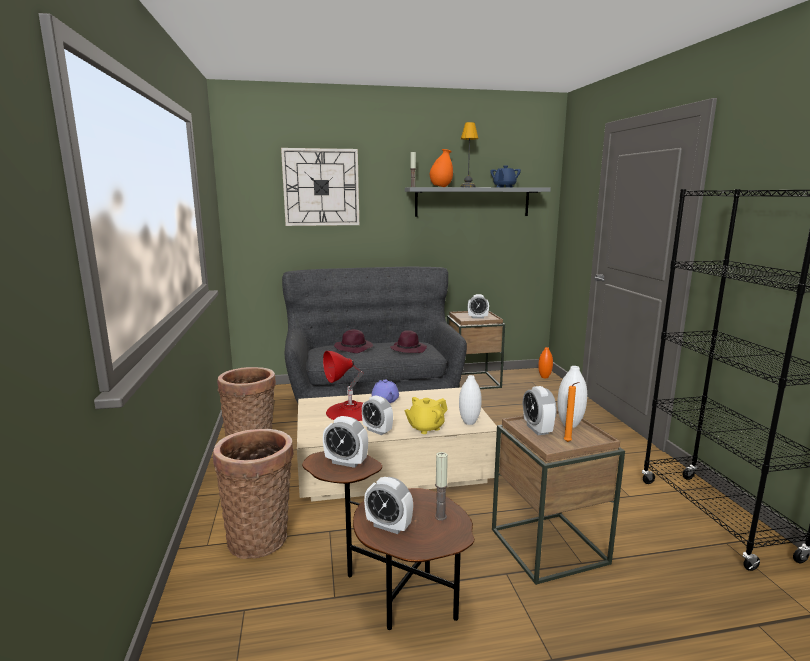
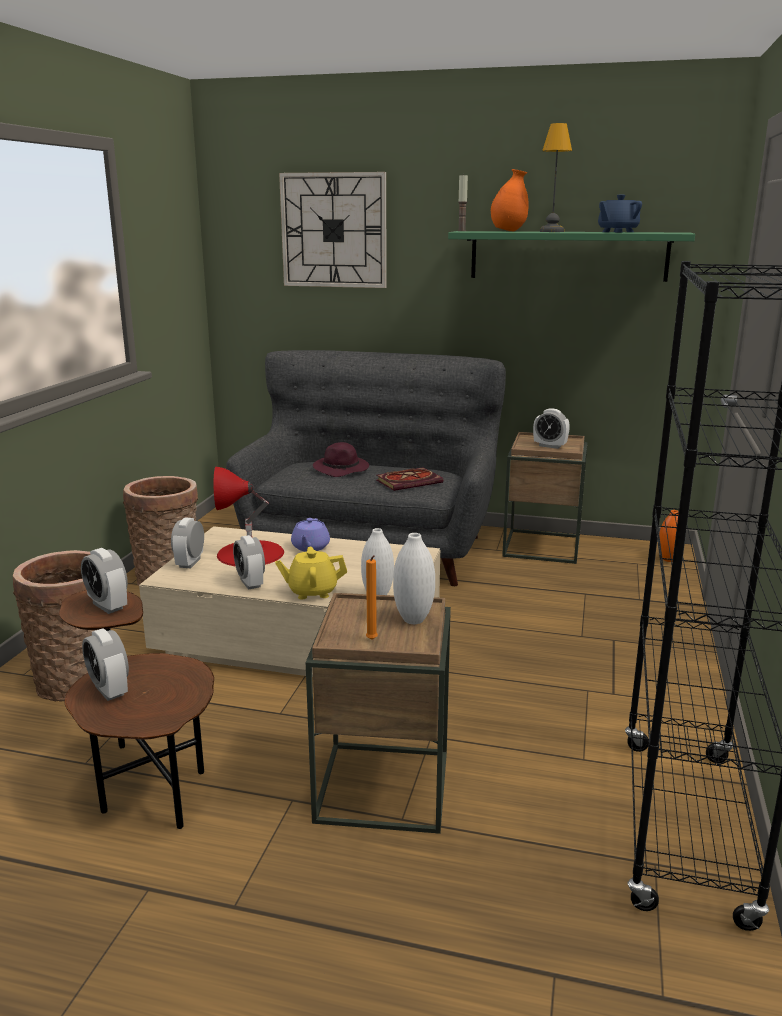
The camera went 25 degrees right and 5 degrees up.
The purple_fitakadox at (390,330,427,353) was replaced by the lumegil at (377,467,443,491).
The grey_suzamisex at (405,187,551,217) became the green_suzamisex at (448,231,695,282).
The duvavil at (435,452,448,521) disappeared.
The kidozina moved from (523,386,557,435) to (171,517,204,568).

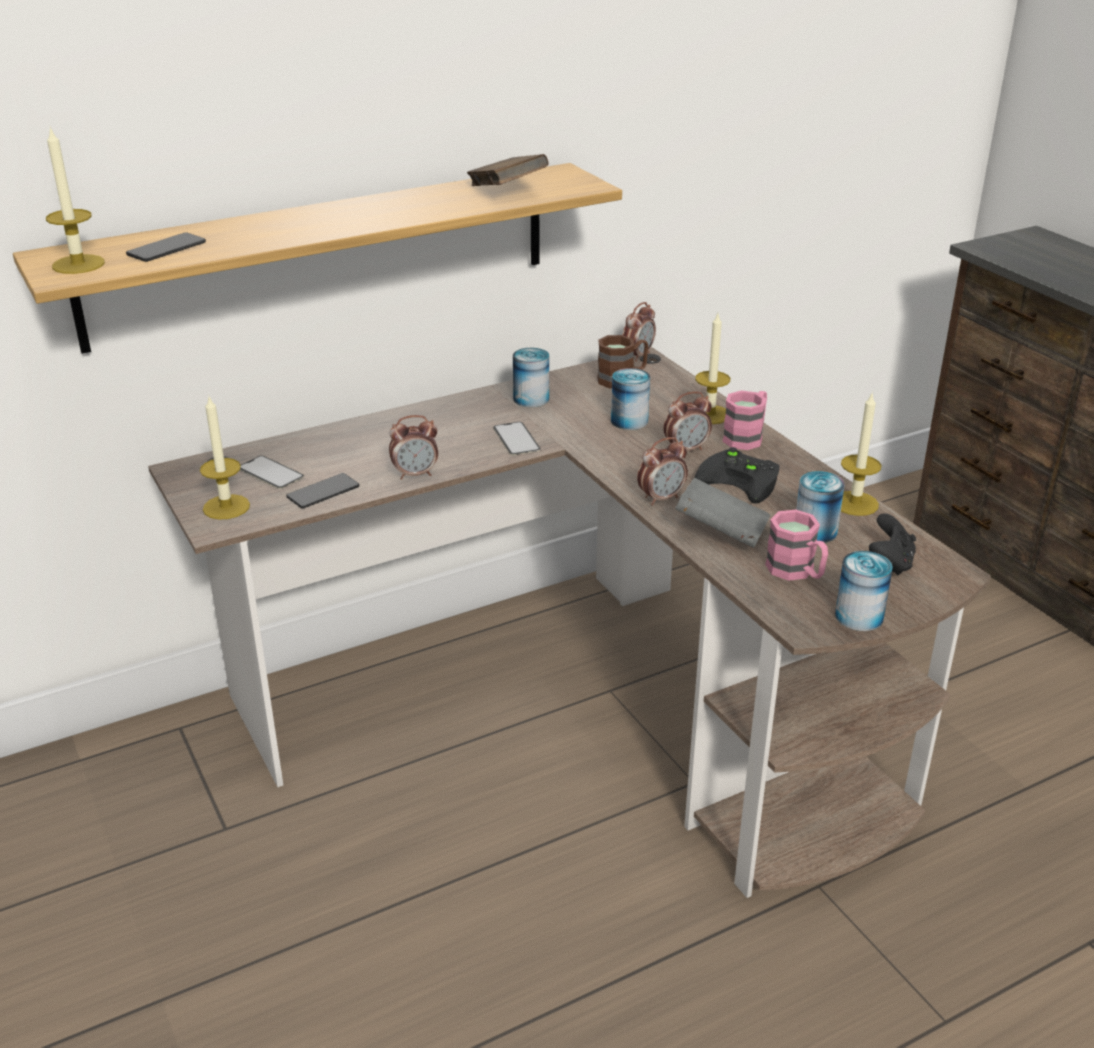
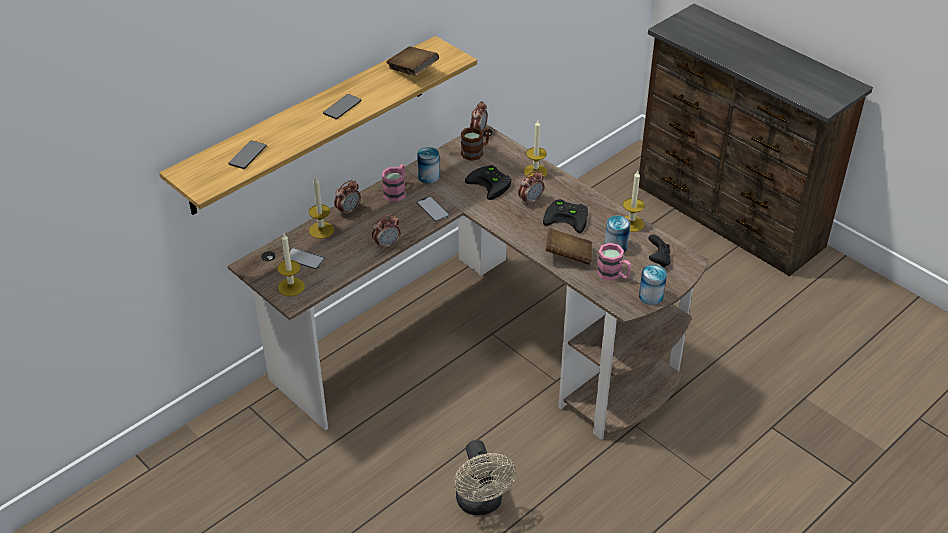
The camera went 15 degrees left and 10 degrees up.
The duvavil moved from (46,126,105,274) to (309,176,334,239).
The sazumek moved from (286,473,359,509) to (323,94,362,119).
The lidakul at (611,368,650,430) was replaced by the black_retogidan at (465,165,512,200).
The kidozina moved from (637,437,688,506) to (334,180,361,217).
The grey_lumegil at (675,478,770,548) became the brown_lumegil at (545,228,592,265).
The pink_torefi moved from (722,390,767,450) to (382,164,406,202).
The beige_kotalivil at (454,440,516,515) appeared.

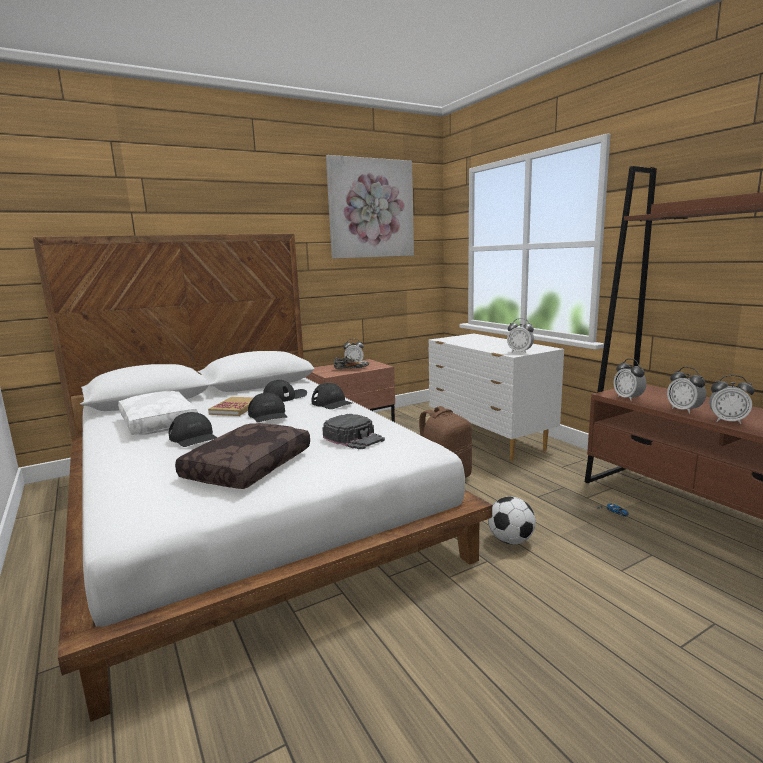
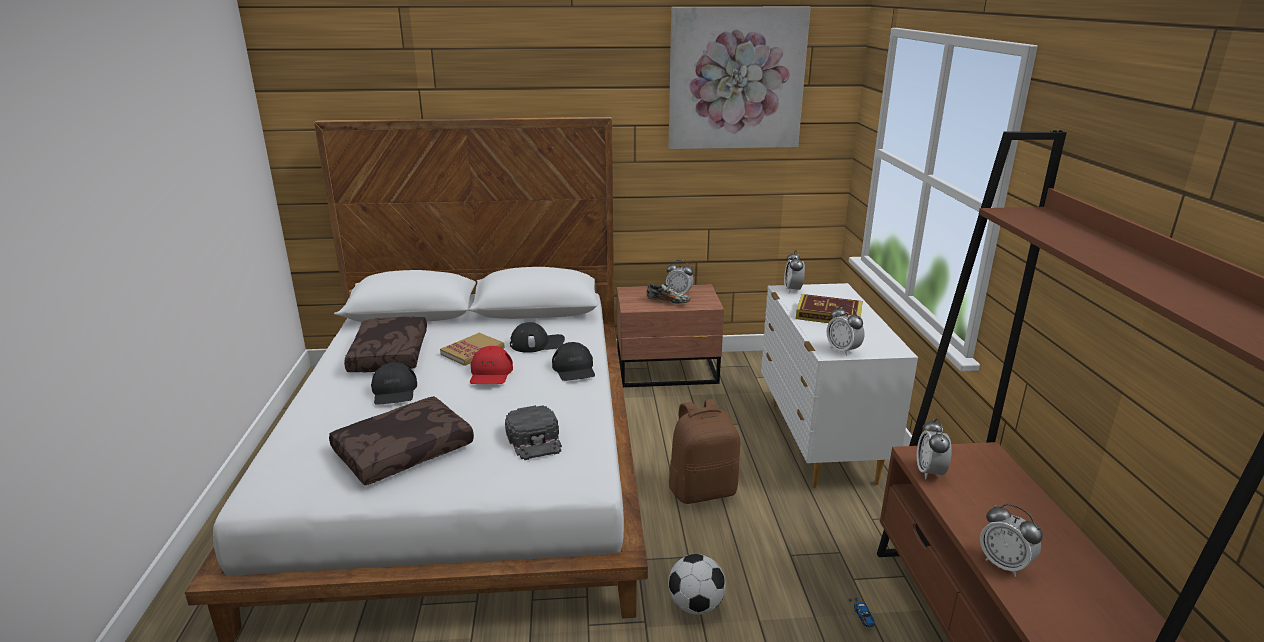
The camera went 25 degrees right and 10 degrees up.
The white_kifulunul at (118,391,198,435) became the brown_kifulunul at (344,316,427,373).
The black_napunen at (248,393,287,422) became the red_napunen at (470,346,513,384).
The kidozina moved from (667,367,706,414) to (784,250,805,293).
The lumegil at (796,294,863,323) appeared.

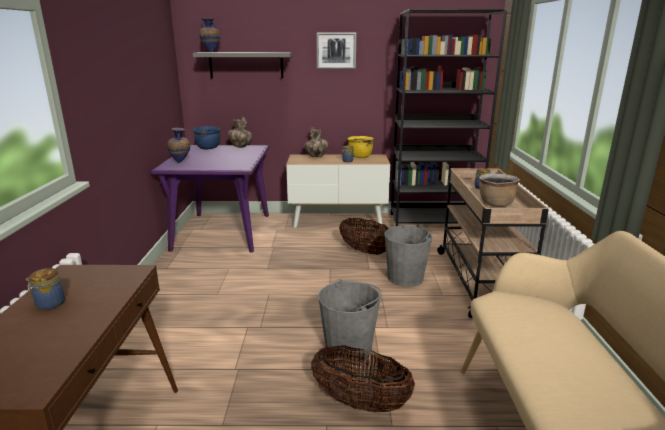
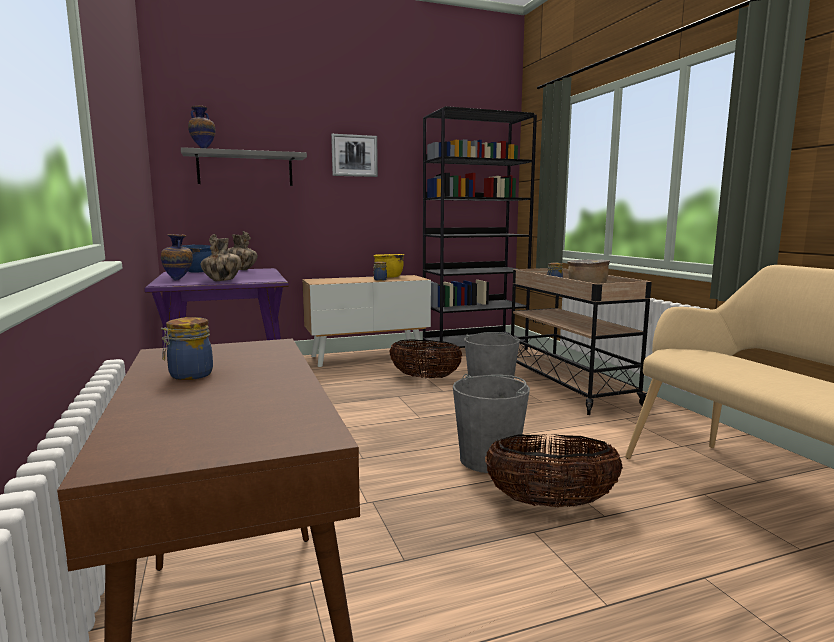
The camera went 20 degrees left and 10 degrees down.
The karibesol moved from (304,127,329,157) to (200,234,241,281).

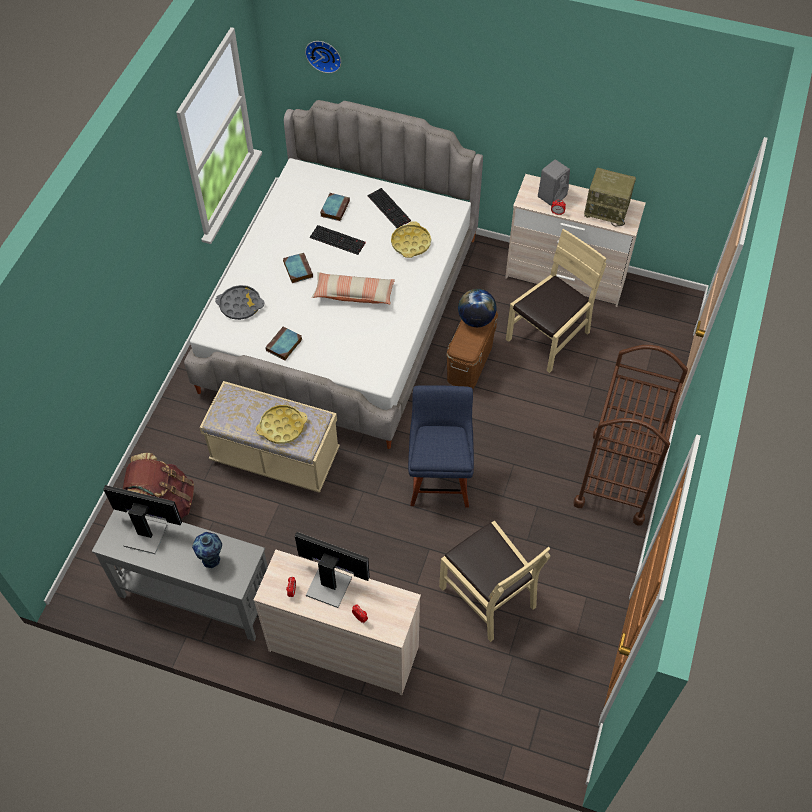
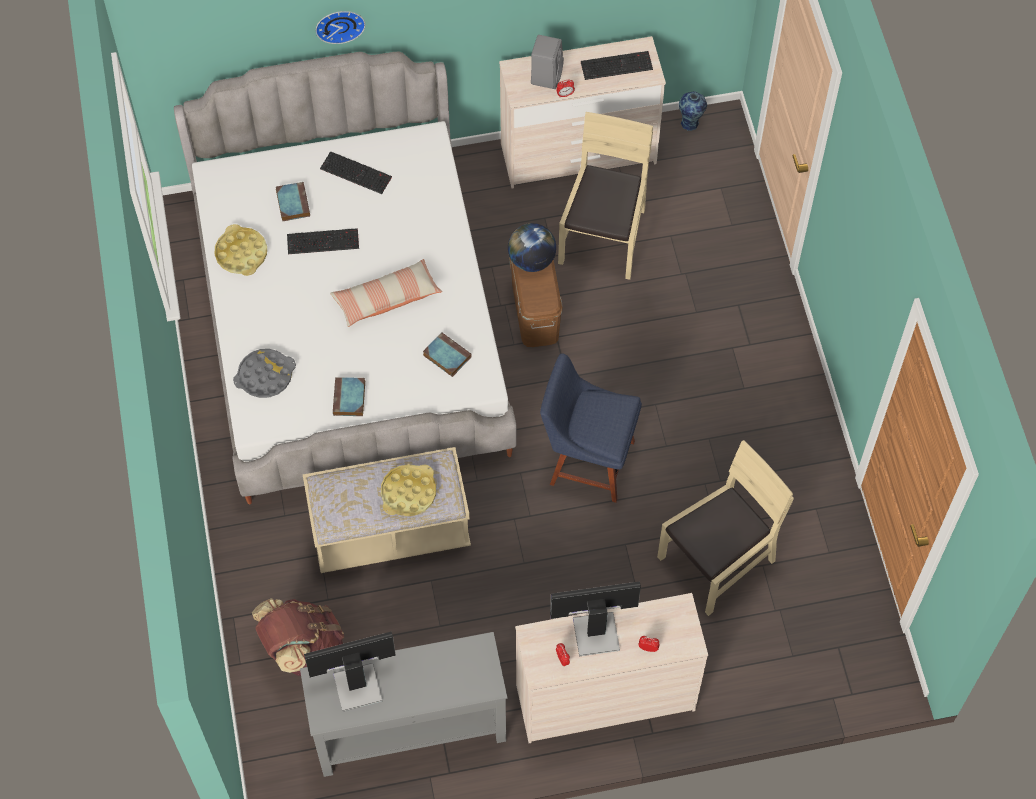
The camera went 30 degrees left and 5 degrees up.
The karibesol moved from (192,532,222,568) to (679,91,707,131).
The lumegil moved from (283,253,313,283) to (423,332,471,377).
The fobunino moved from (305,41,341,73) to (316,11,365,44).
The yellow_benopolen moved from (391,221,431,258) to (214,224,267,276).
The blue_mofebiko at (408,385,474,508) turned 45 degrees counterclockwise.
The beige_mofebiko at (439,521,551,642) turned 60 degrees counterclockwise.
The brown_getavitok at (573,345,688,525) disappeared.
The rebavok at (584,168,636,226) was replaced by the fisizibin at (581,51,653,80).

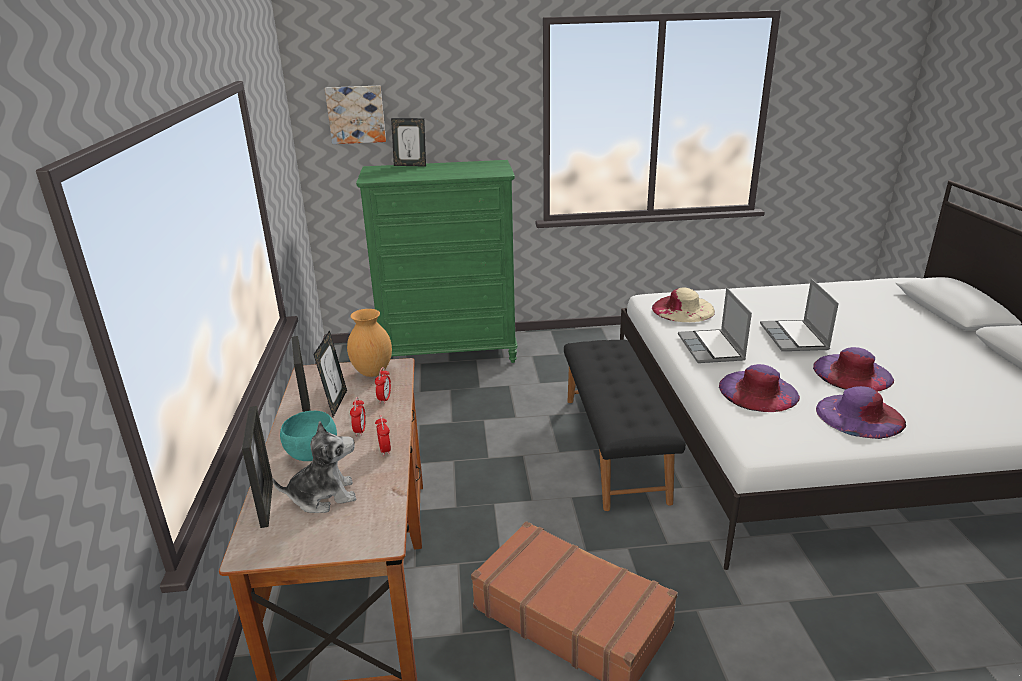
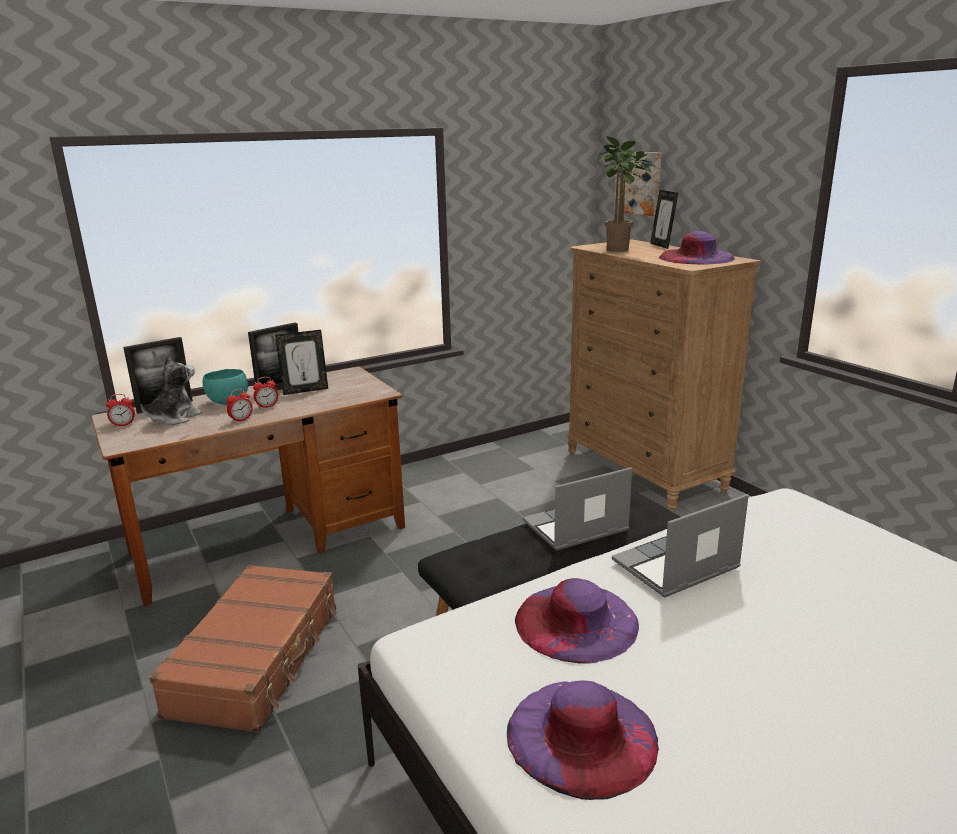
The camera went 65 degrees right and 5 degrees down.
The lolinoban at (272,421,356,513) turned 105 degrees counterclockwise.
The brown_karibesol at (347,309,392,377) disappeared.
The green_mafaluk at (356,160,517,363) became the brown_mafaluk at (567,239,761,512).
The kidozina moved from (375,367,391,404) to (106,394,135,427).
The beige_fitakadox at (652,288,715,322) disappeared.
The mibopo moved from (760,279,839,351) to (523,467,632,551).
The purple_fitakadox moved from (813,347,894,392) to (659,231,735,265).
The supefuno at (597,136,654,252) appeared.

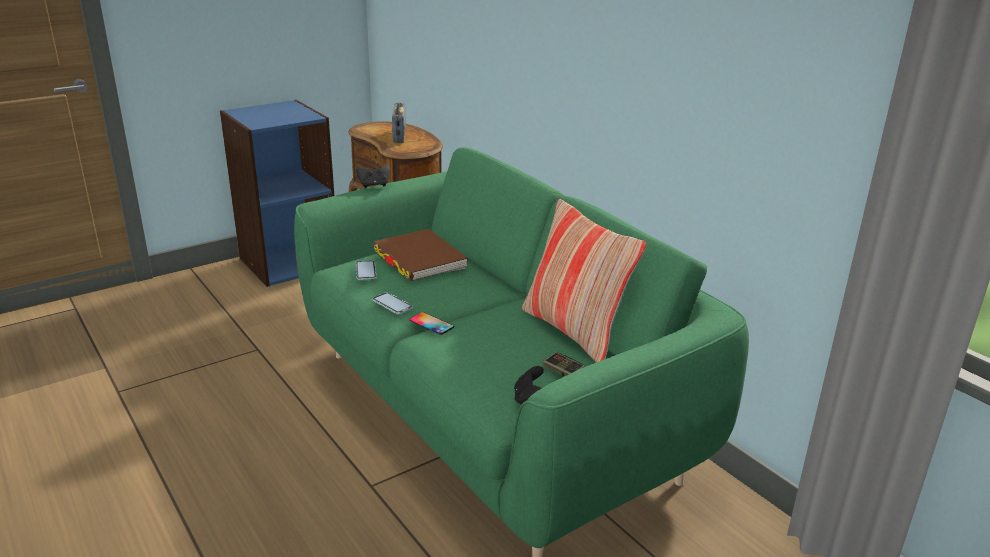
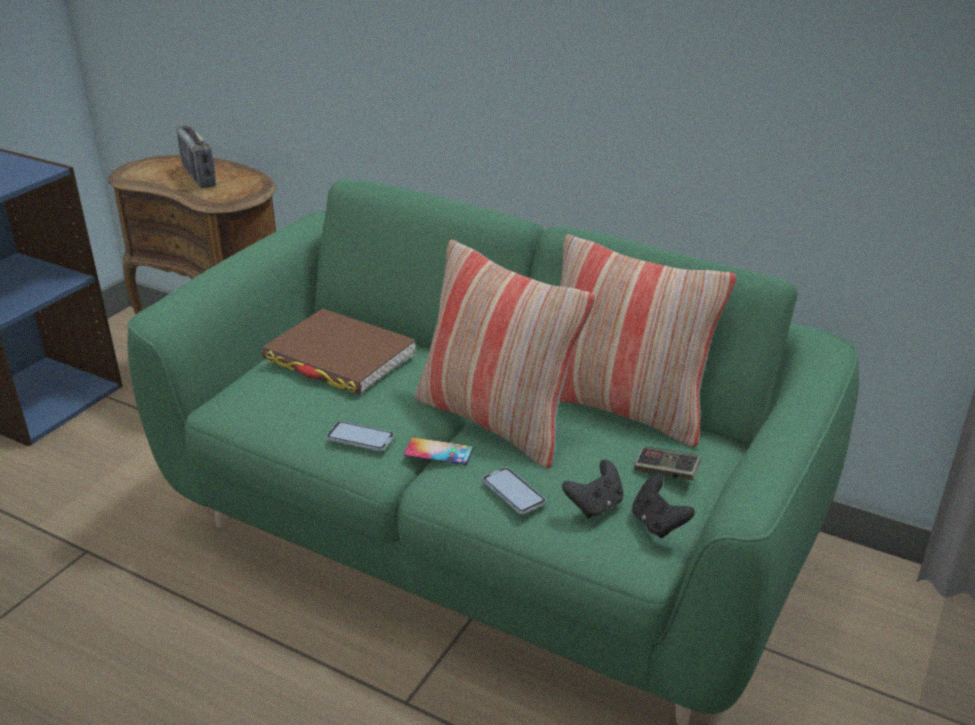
The camera went 25 degrees left and 5 degrees up.
The black_retogidan moved from (356,165,390,188) to (562,460,624,518).
The sazumek moved from (356,260,377,280) to (482,467,546,514).
The kifulunul at (414,239,595,468) appeared.

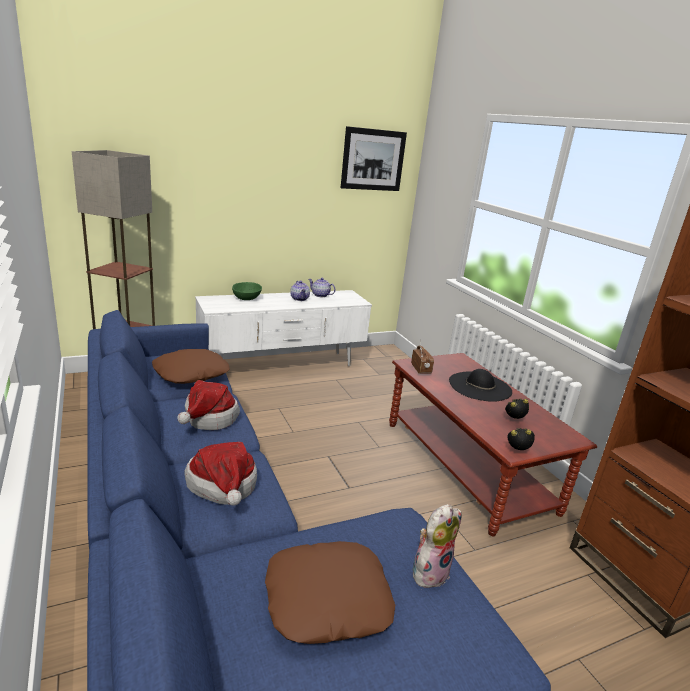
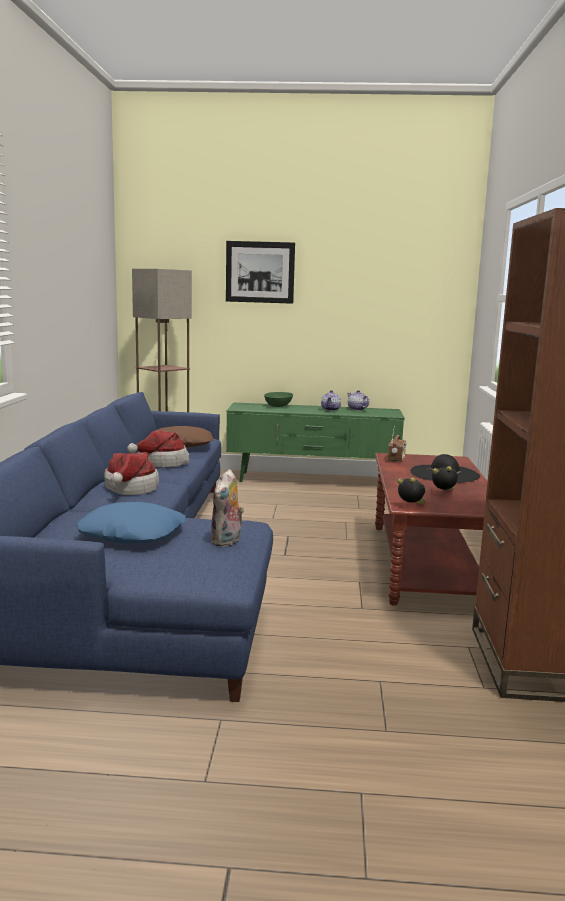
The camera went 30 degrees right and 10 degrees down.
The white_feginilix at (195,290,372,366) became the green_feginilix at (226,402,405,482).
The brown_kifulunul at (265,541,395,644) became the blue_kifulunul at (76,502,185,543).
The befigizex moved from (341,126,407,191) to (226,241,295,304).
The lolinoban at (413,504,462,588) turned 120 degrees clockwise.

